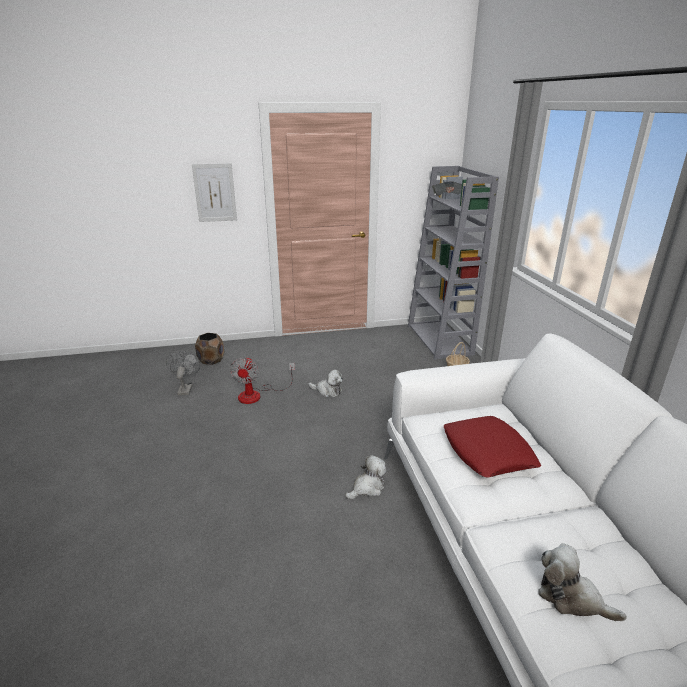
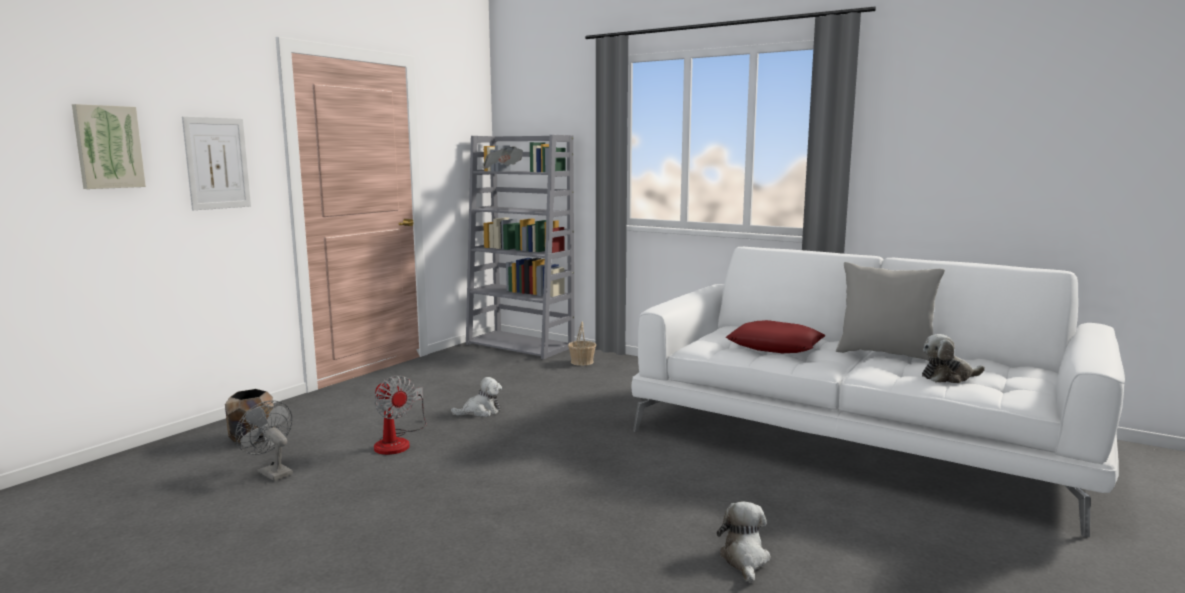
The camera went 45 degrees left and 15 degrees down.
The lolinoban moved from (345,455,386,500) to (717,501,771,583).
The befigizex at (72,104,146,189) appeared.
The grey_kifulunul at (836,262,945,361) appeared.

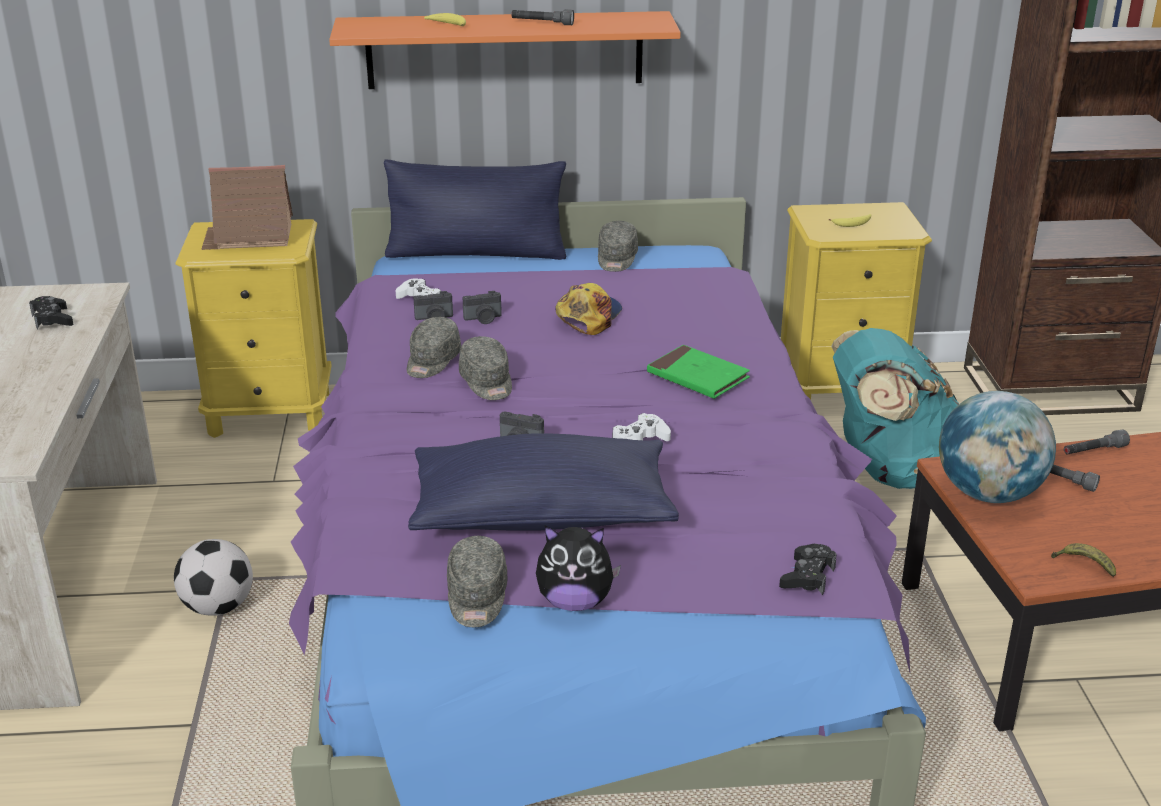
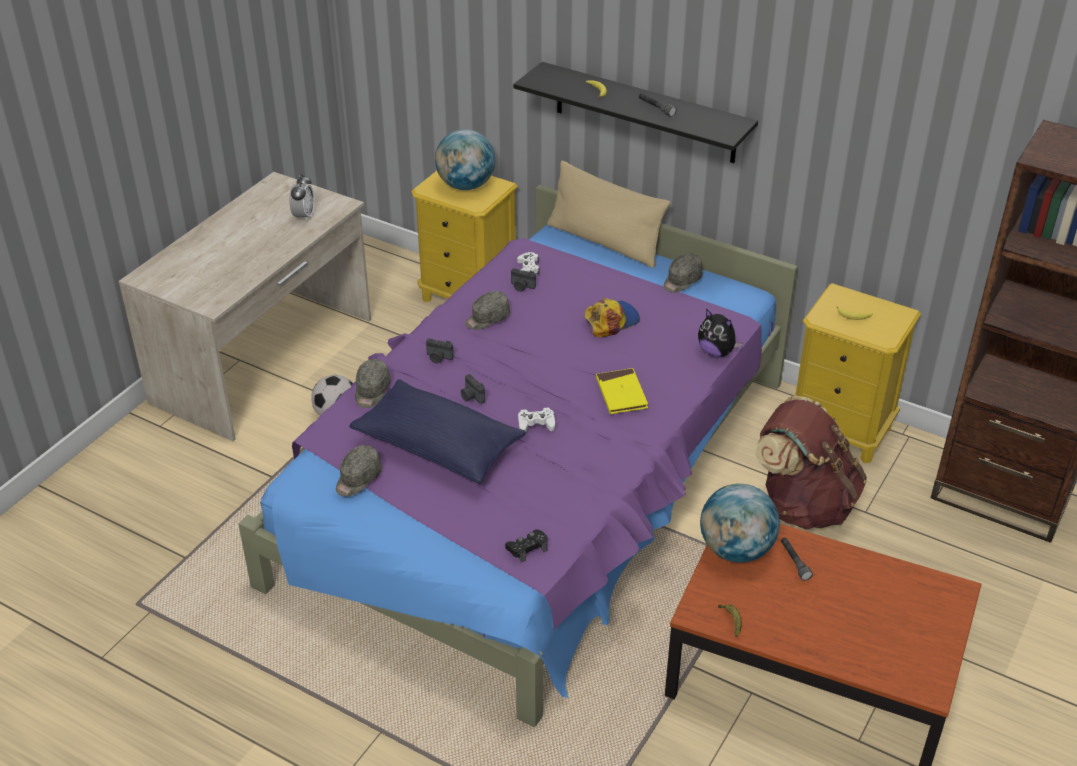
The camera went 35 degrees right and 10 degrees up.
The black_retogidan at (29,296,74,329) was replaced by the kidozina at (289,174,315,222).
The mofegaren at (201,165,293,250) was replaced by the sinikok at (435,129,495,190).
The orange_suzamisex at (329,11,681,89) became the black_suzamisex at (513,62,758,163).
The blue_kifulunul at (384,160,566,260) became the beige_kifulunul at (547,160,670,268).
The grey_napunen moved from (459,336,512,400) to (355,359,391,408).
The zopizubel moved from (462,291,502,324) to (426,338,454,364).
The lolinoban moved from (536,526,621,611) to (698,309,742,357).
The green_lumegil at (647,345,750,399) became the yellow_lumegil at (596,368,648,414).
The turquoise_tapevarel at (831,328,959,489) became the brown_tapevarel at (755,396,867,530).
The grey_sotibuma at (1064,429,1130,455) disappeared.

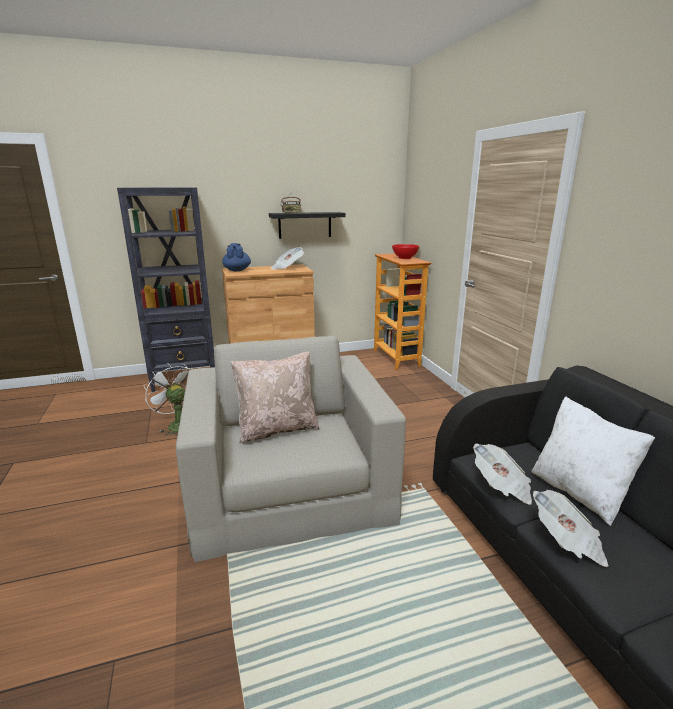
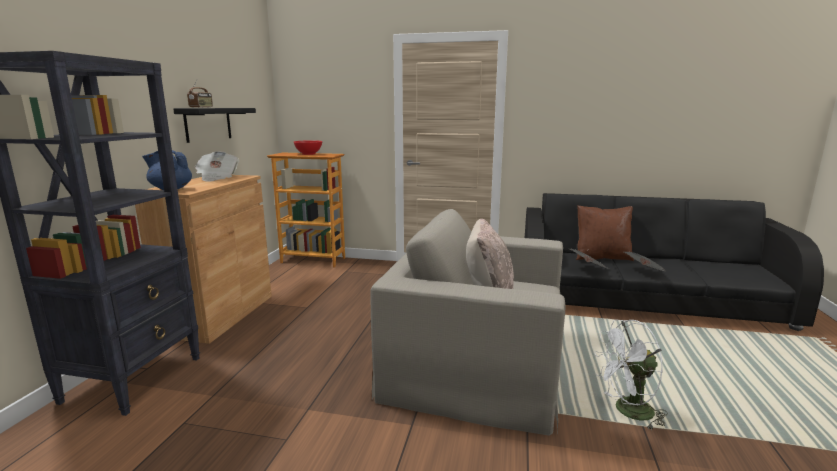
The camera went 60 degrees left and 5 degrees down.
The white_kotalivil moved from (143,363,191,436) to (594,319,668,431).
The white_kifulunul at (531,396,655,526) became the brown_kifulunul at (576,205,634,261).

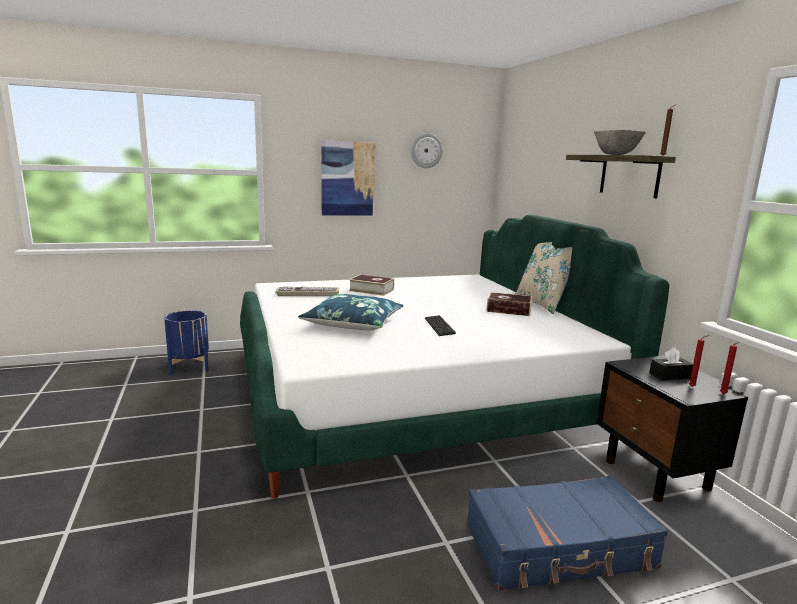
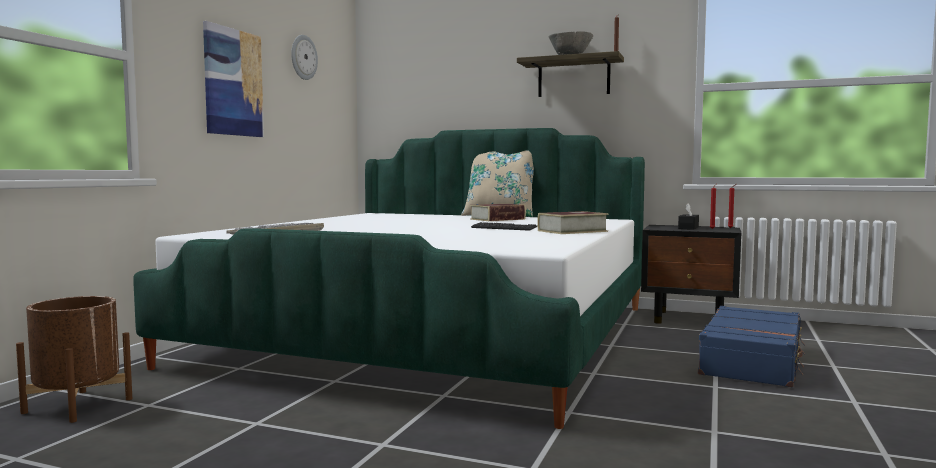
The camera went 50 degrees left and 10 degrees down.
The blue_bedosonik at (164,310,209,375) became the brown_bedosonik at (16,296,132,423).
The blue_kifulunul at (298,294,404,331) disappeared.
The lumegil moved from (349,275,394,296) to (537,211,608,234).

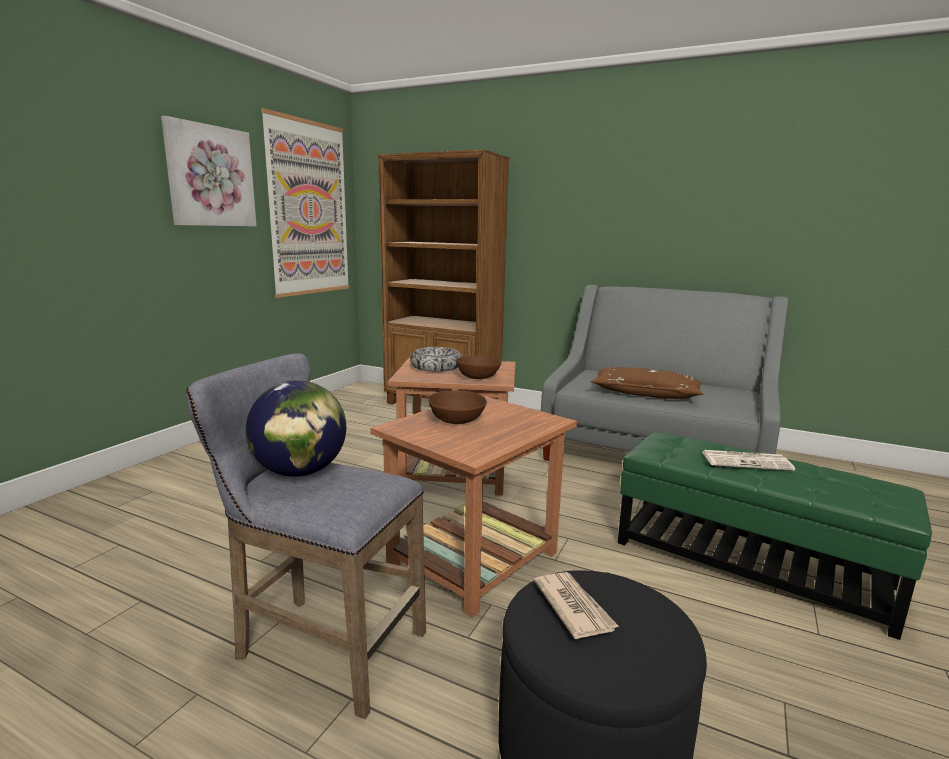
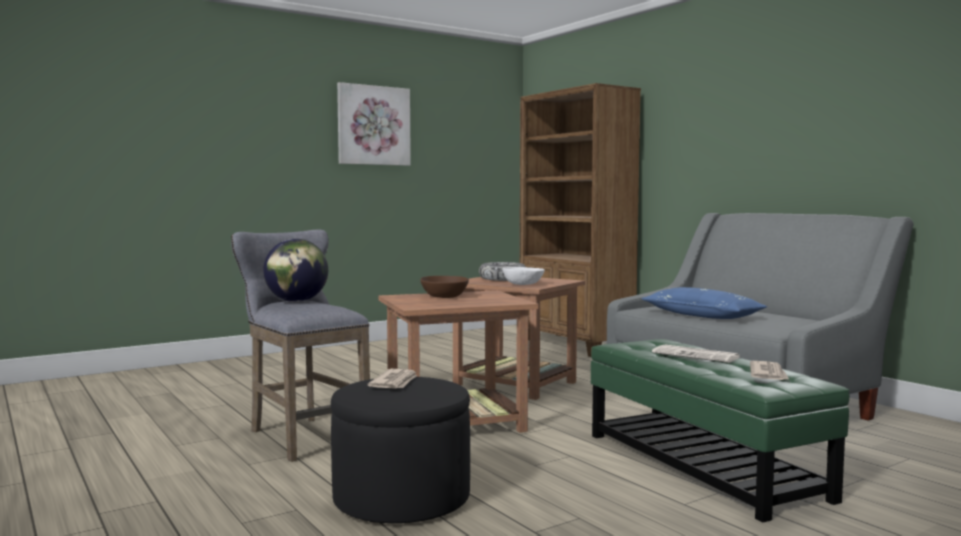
The camera went 30 degrees right and 10 degrees down.
The befigizex at (261,108,349,298) disappeared.
The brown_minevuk at (456,356,502,379) became the white_minevuk at (502,267,545,285).
The brown_kifulunul at (591,367,703,399) became the blue_kifulunul at (641,287,767,319).
The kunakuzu at (750,361,789,380) appeared.

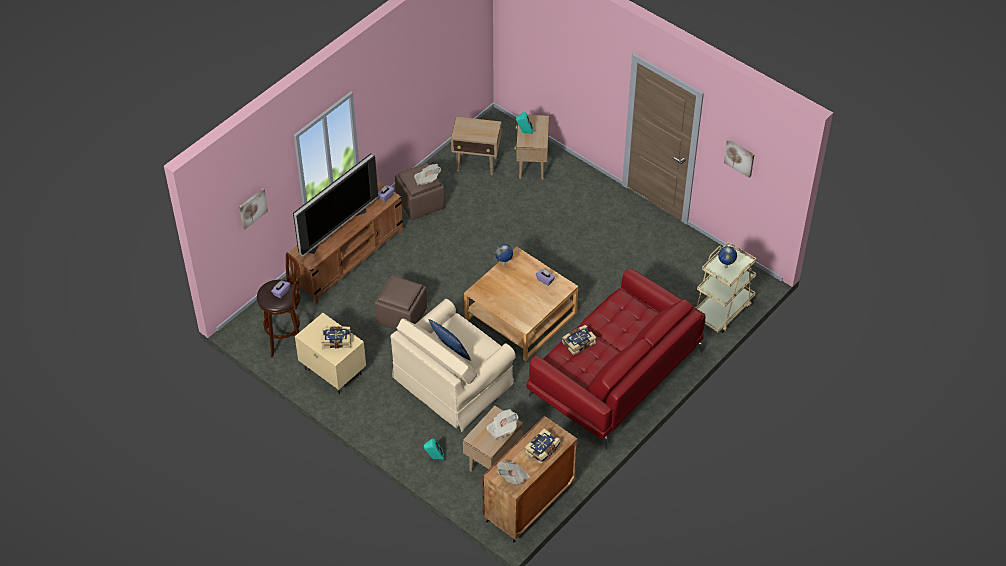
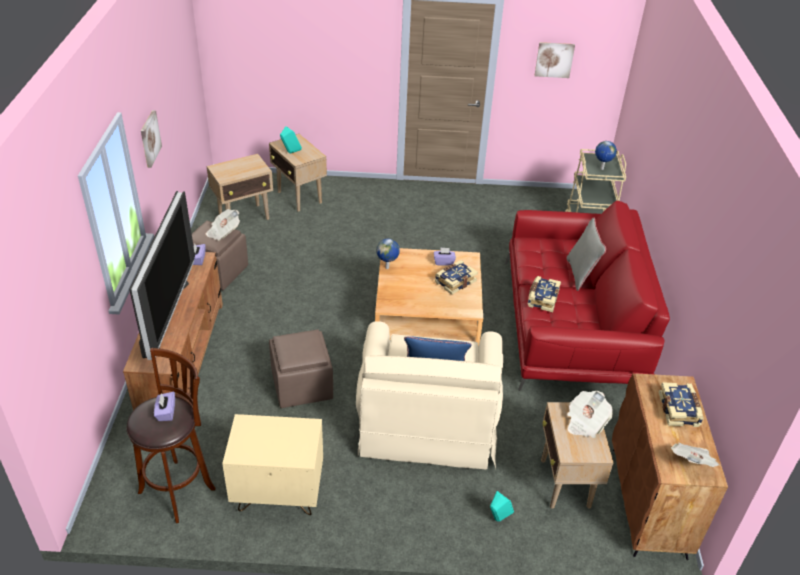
The camera went 40 degrees left and 10 degrees down.
The befigizex moved from (239,188,268,229) to (141,110,162,168).
The lumegil moved from (322,326,351,349) to (435,260,478,295).
The grey_kifulunul at (567,217,606,291) appeared.

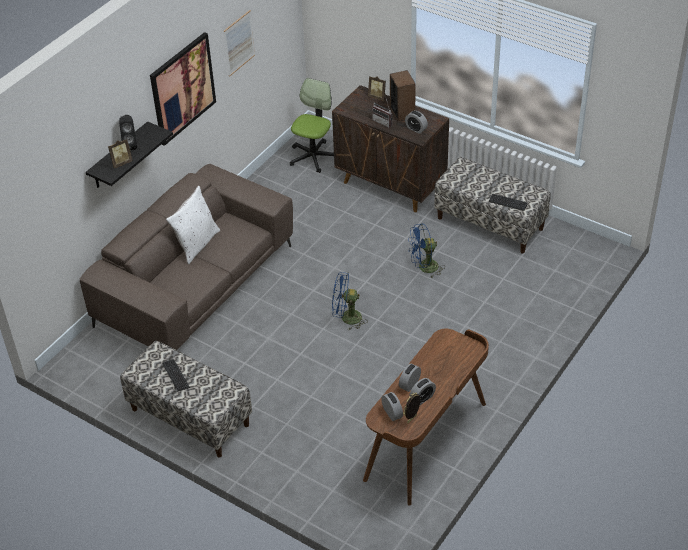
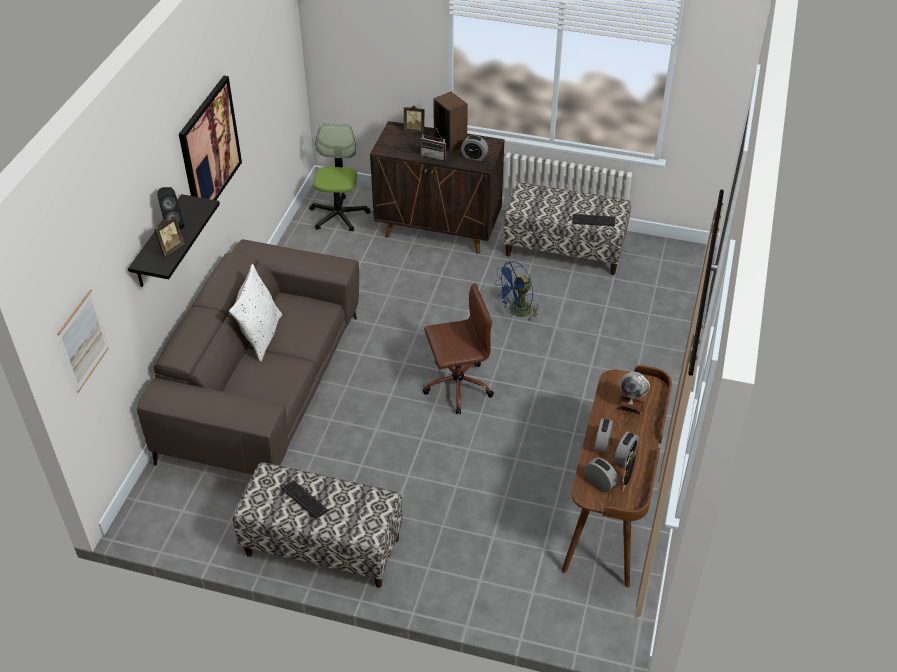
The camera went 20 degrees left and 0 degrees up.
The befigizex moved from (224,10,255,76) to (57,289,109,393).
The blue_kotalivil at (332,272,368,330) was replaced by the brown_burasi at (423,283,494,414).
The sinikok at (616,372,650,415) appeared.

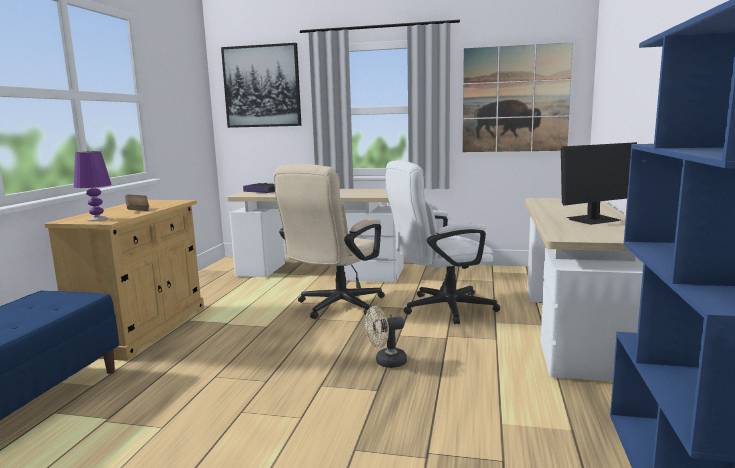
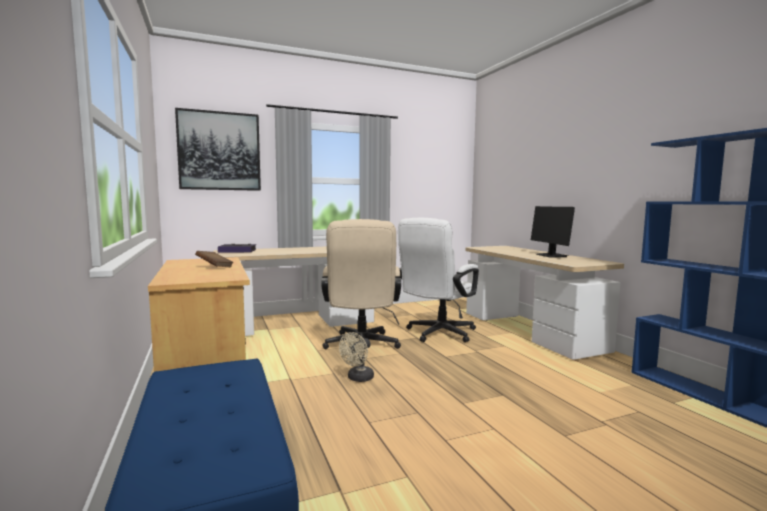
The camera went 35 degrees left and 5 degrees down.
The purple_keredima at (74,151,112,221) disappeared.
The beige_kotalivil moved from (365,306,407,368) to (339,332,374,382).
The befigizex at (463,42,573,152) disappeared.
The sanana at (561,142,637,225) turned 135 degrees clockwise.

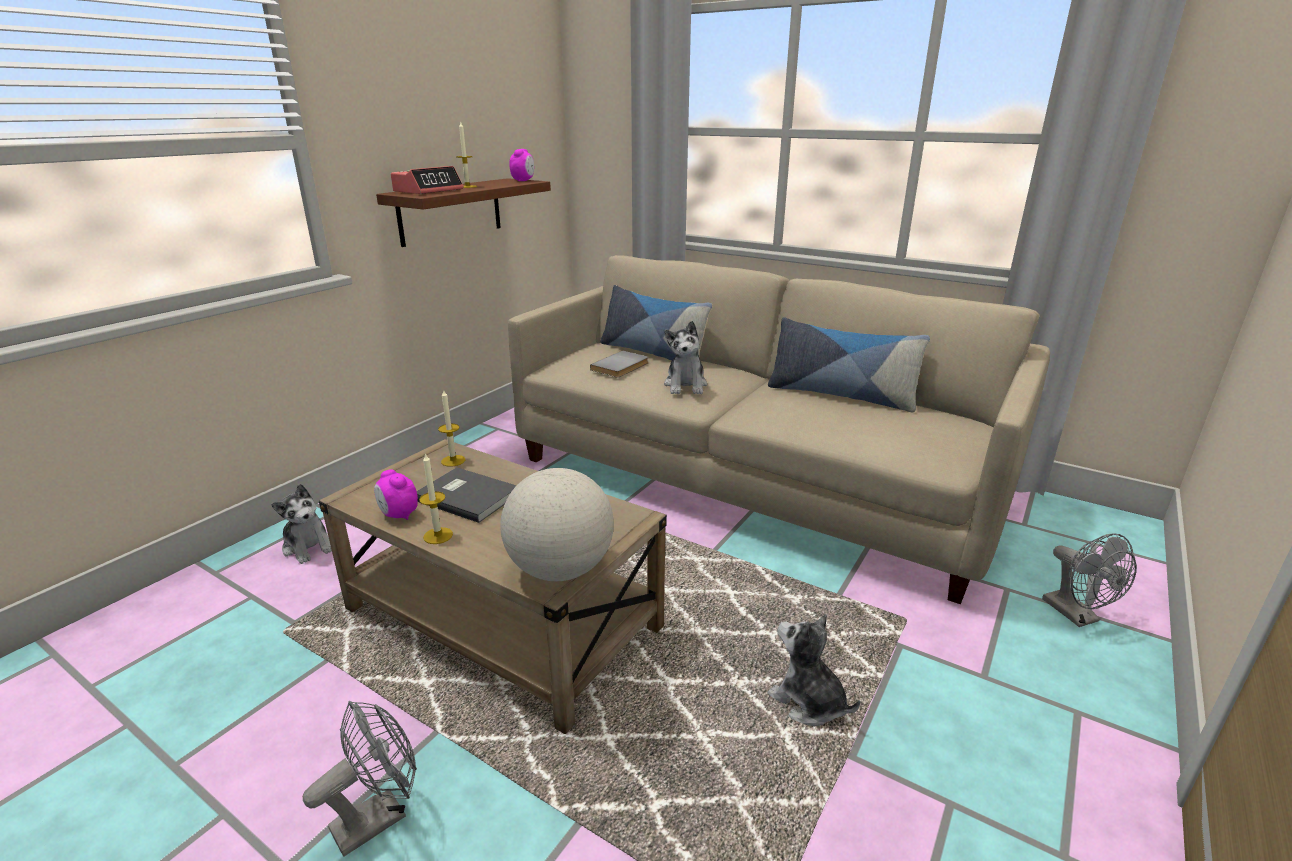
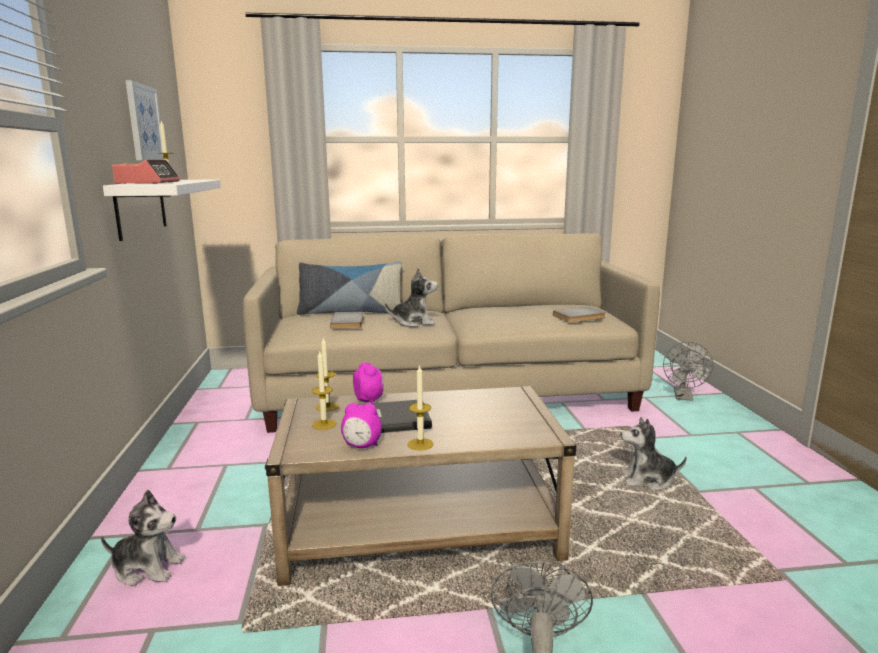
The camera went 40 degrees left and 10 degrees down.
The brown_suzamisex at (376,178,551,247) became the white_suzamisex at (103,179,221,241).
The sinikok at (500,468,614,581) disappeared.
The kidozina moved from (509,149,534,182) to (353,362,384,403).
The lolinoban at (664,321,707,394) turned 60 degrees counterclockwise.
The kifulunul at (768,317,930,412) disappeared.
The grey_kotalivil at (1042,533,1137,627) turned 75 degrees clockwise.
The befigizex at (125,80,164,160) appeared.
The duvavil at (312,351,336,430) appeared.
The grey_lumegil at (553,307,606,322) appeared.

